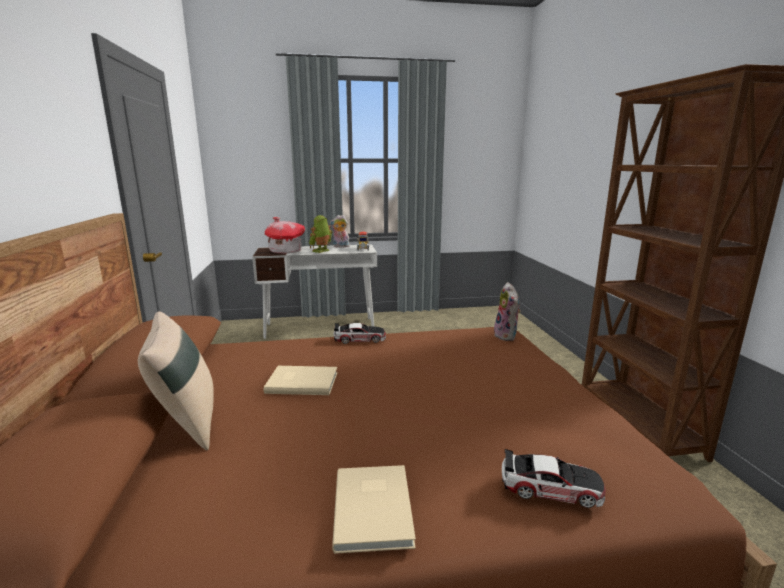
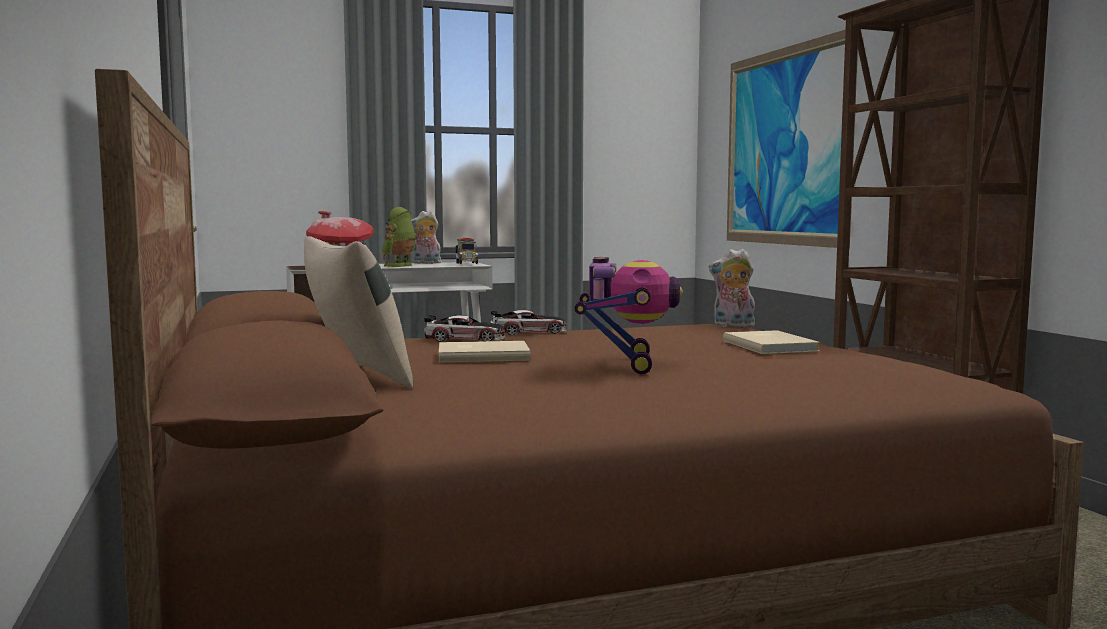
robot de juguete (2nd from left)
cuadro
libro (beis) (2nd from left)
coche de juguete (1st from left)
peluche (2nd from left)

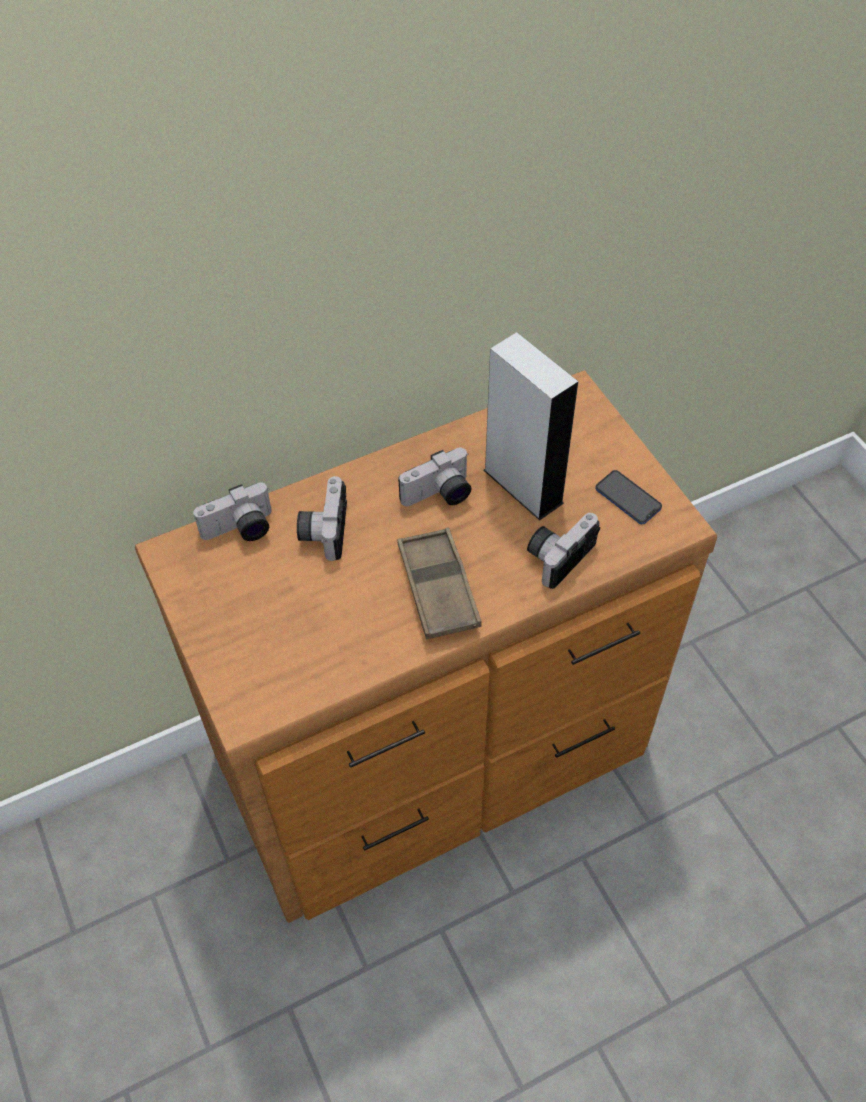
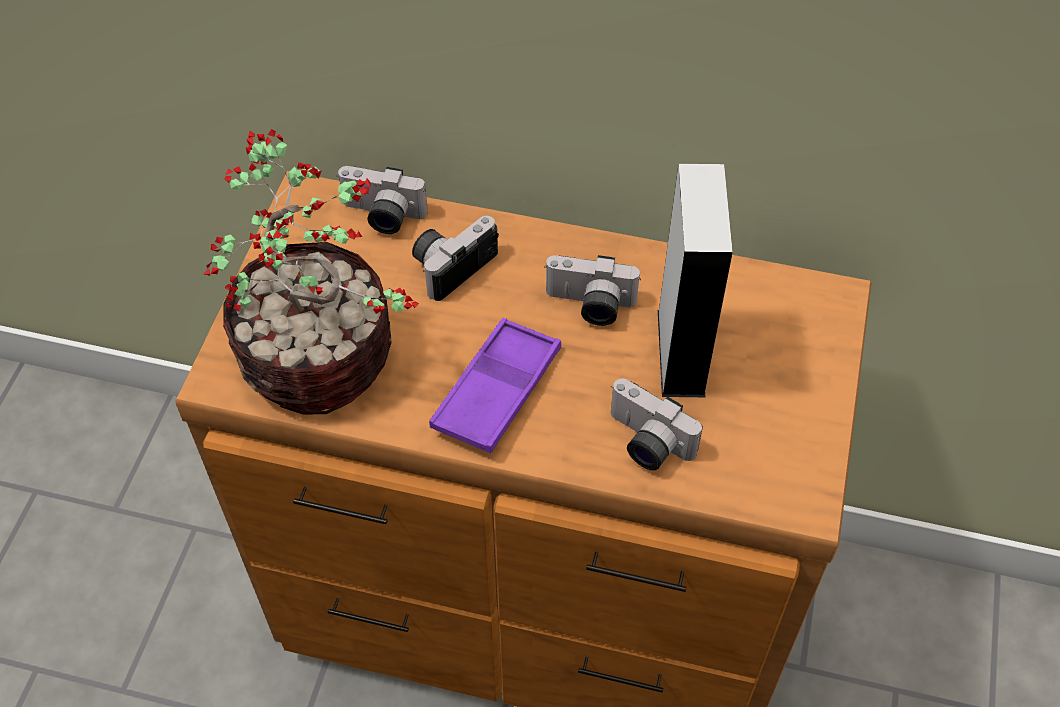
móvil
planta en maceta
bandeja (morado)
cámara (4th from left)

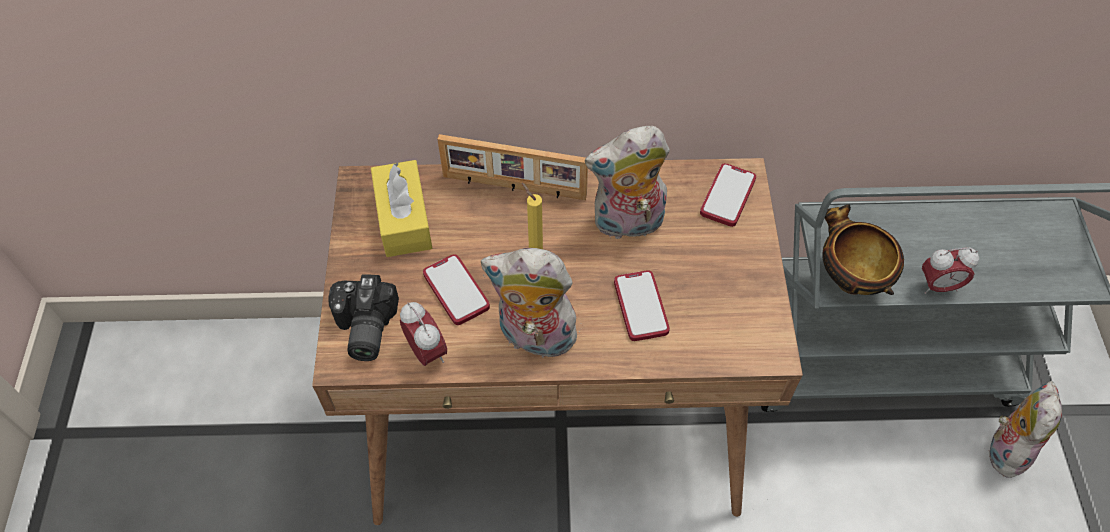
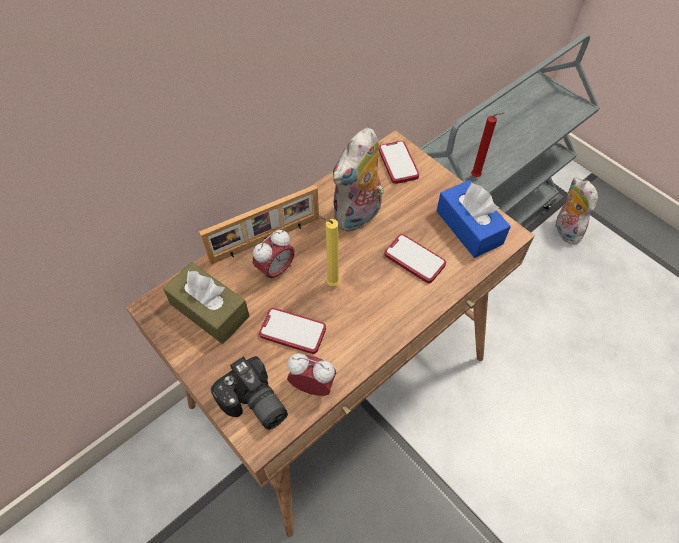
peluche (1st from left in the first image)
caja de pañuelos (azul)
despertador (1st from left)
vela (rojo)
caja de pañuelos (marrón)

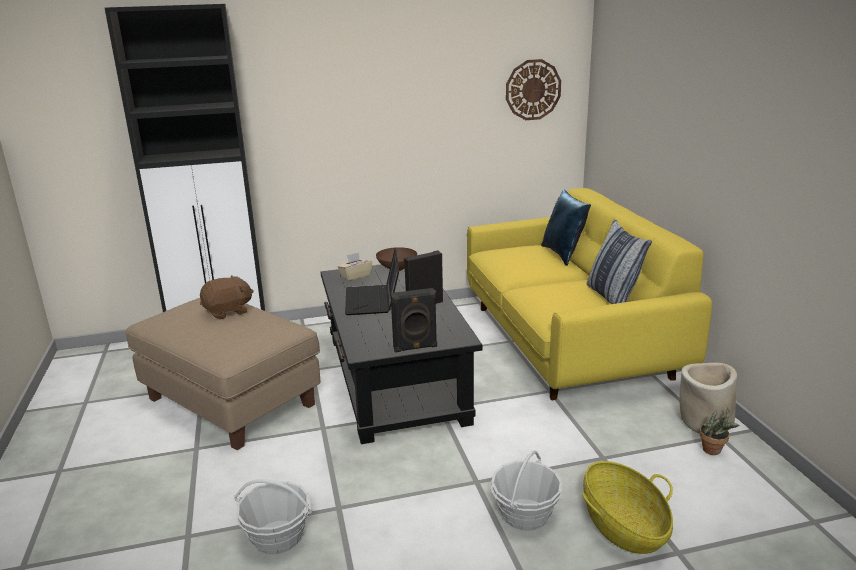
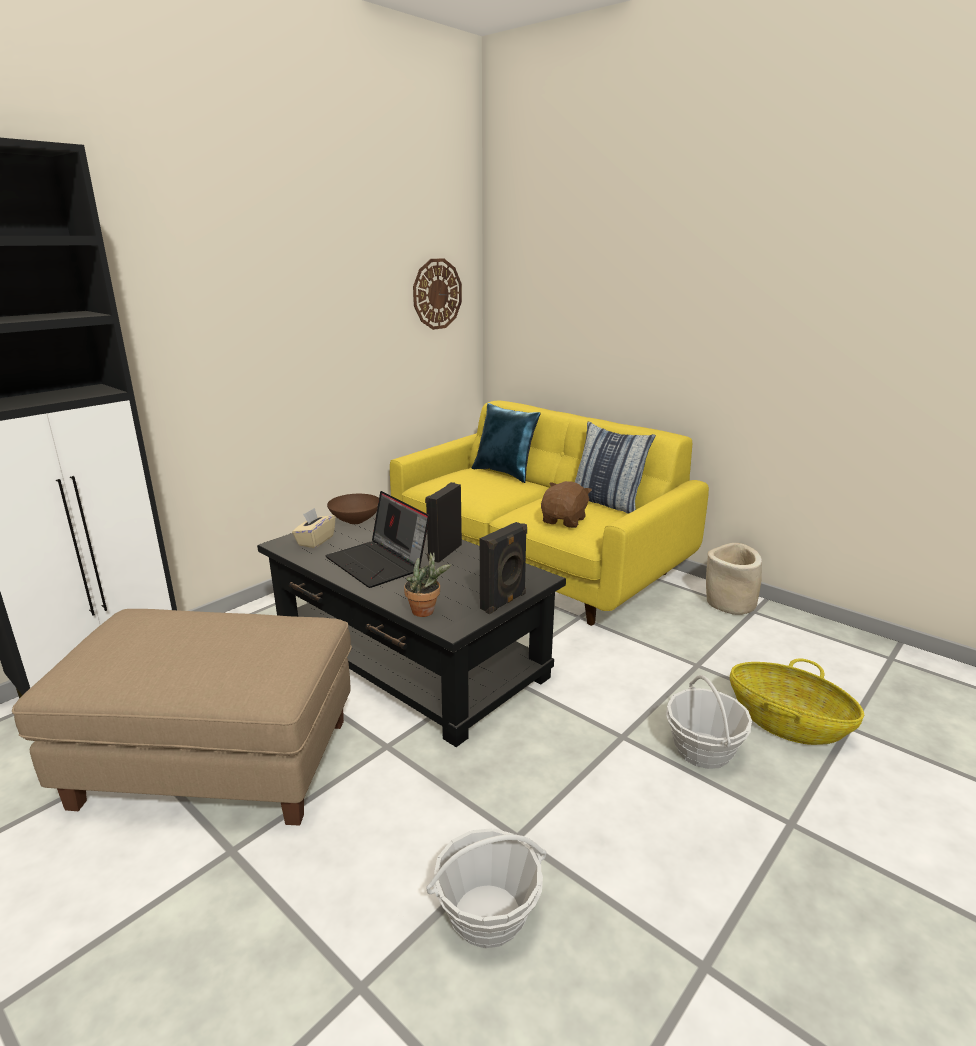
peluche (marrón)
planta en maceta

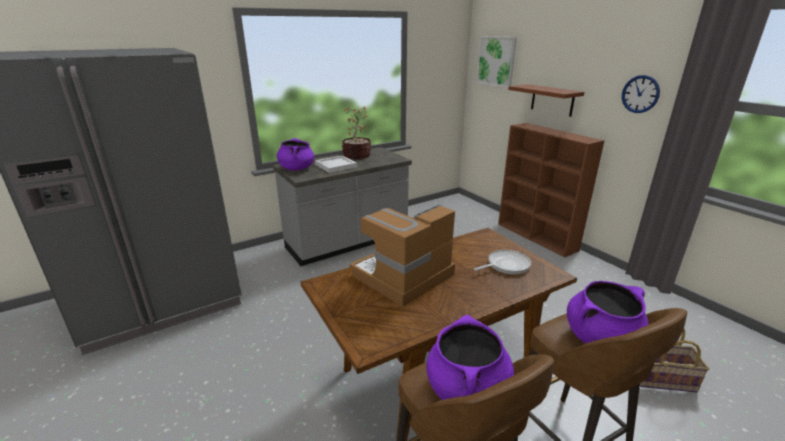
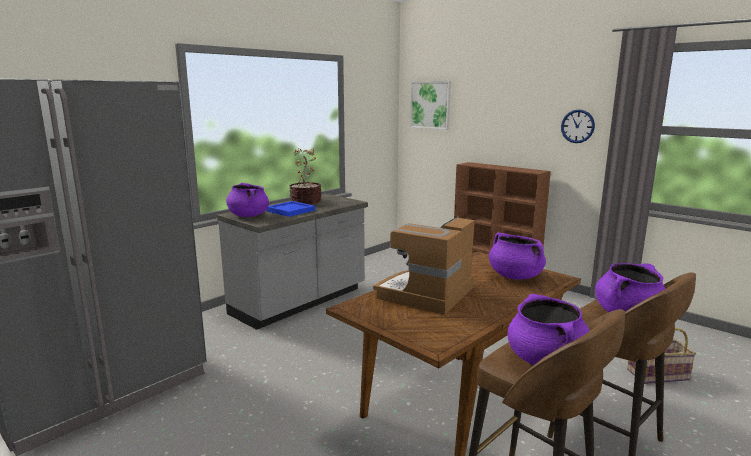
estante (marrón)
olla (morado) (2nd from left)
bandeja (azul)

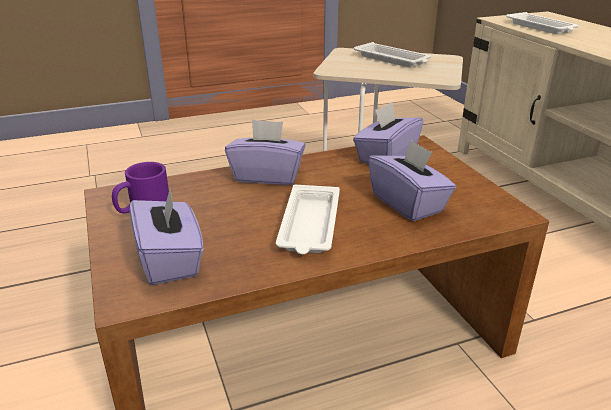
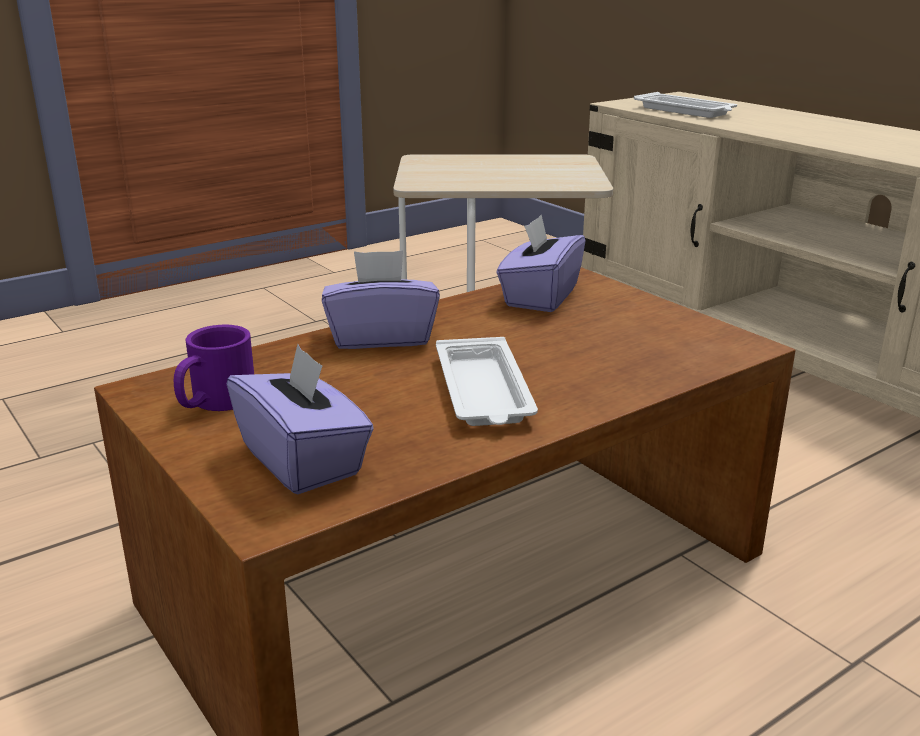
bandeja (blanco) (2nd from left in the first image)
caja de pañuelos (morado) (4th from left in the first image)

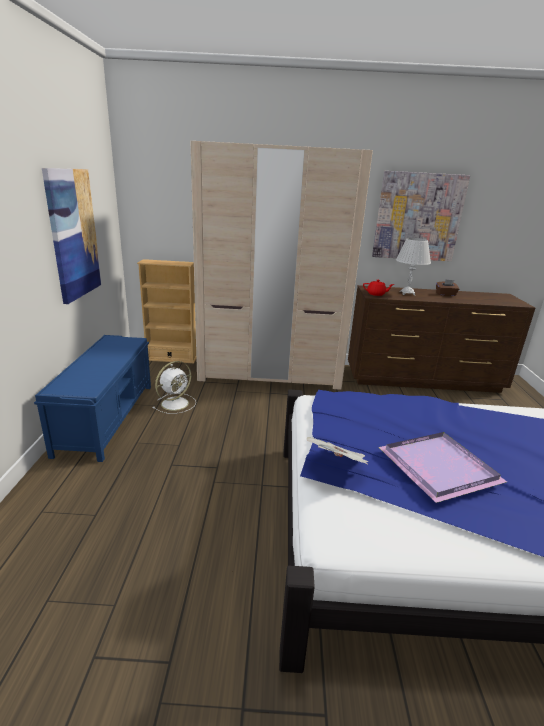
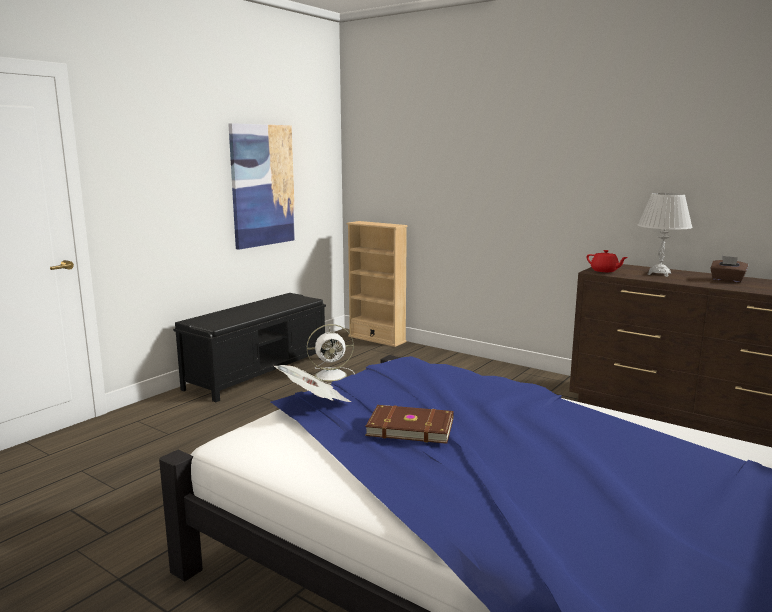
armario ropero (beis)
cuadro (2nd from left in the first image)
libro (marrón)
banco (negro)

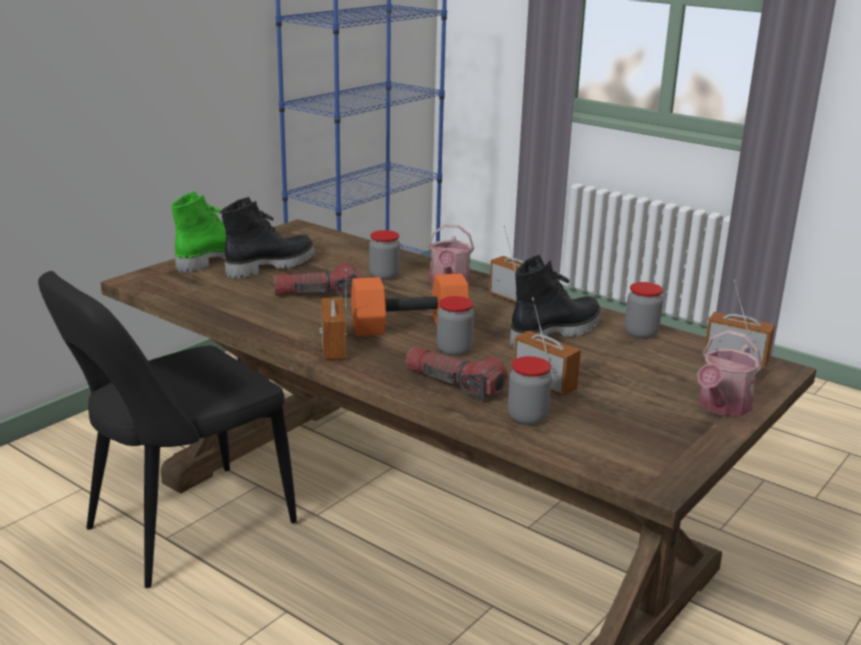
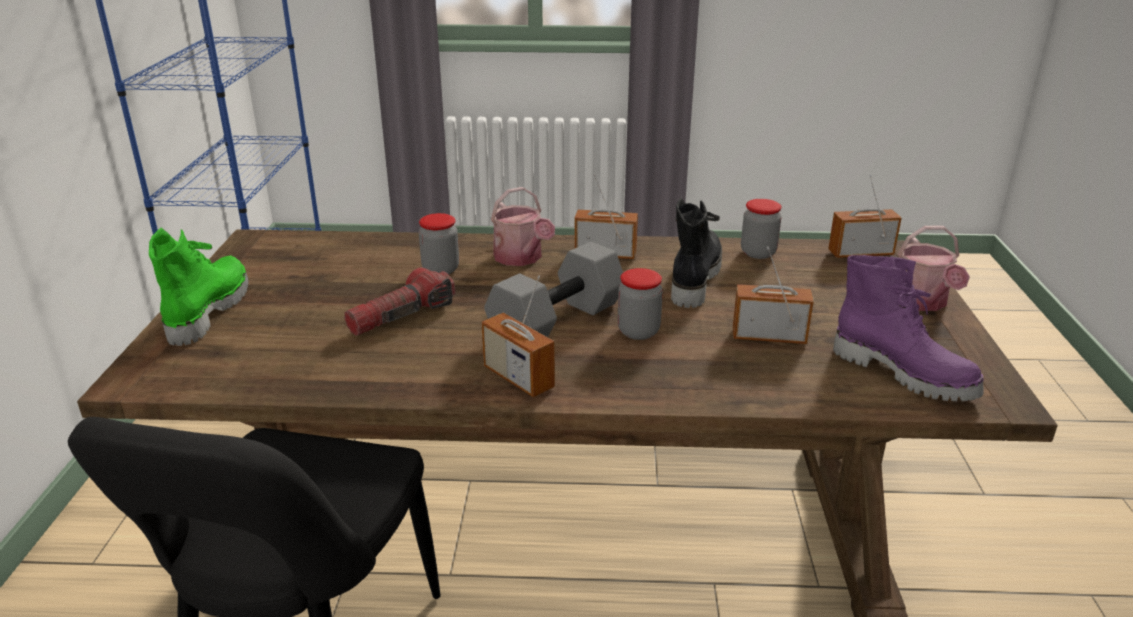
bota (negro) (1st from left in the first image)
linterna (2nd from left in the first image)
tarro (3rd from left in the first image)
bota (morado)
mancuerna (gris)

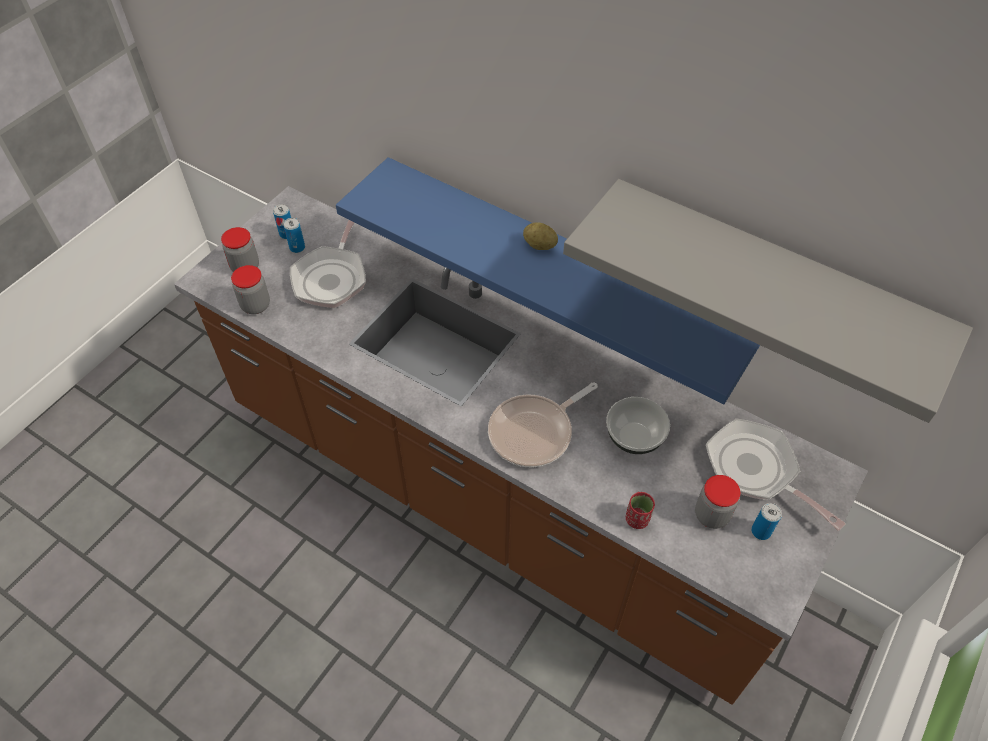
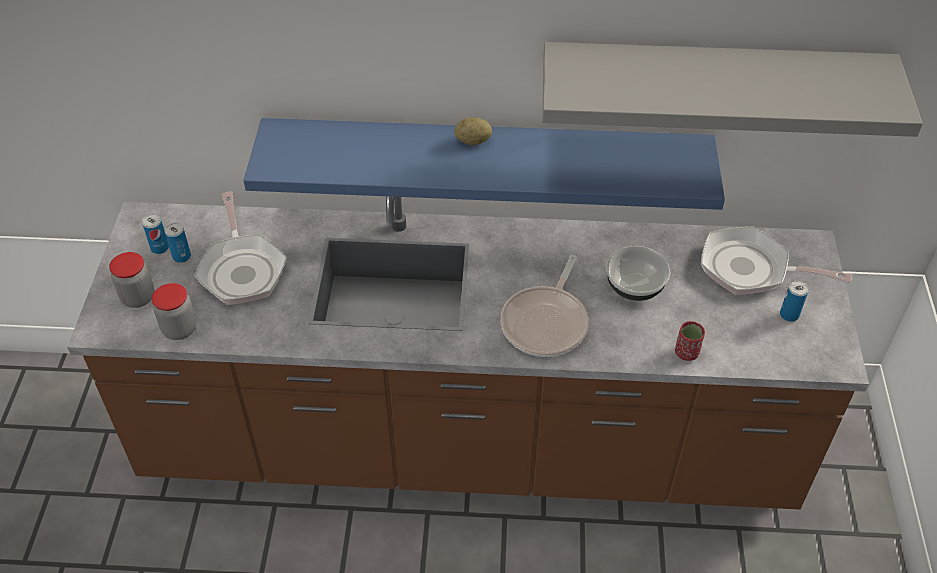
tarro (3rd from left in the first image)

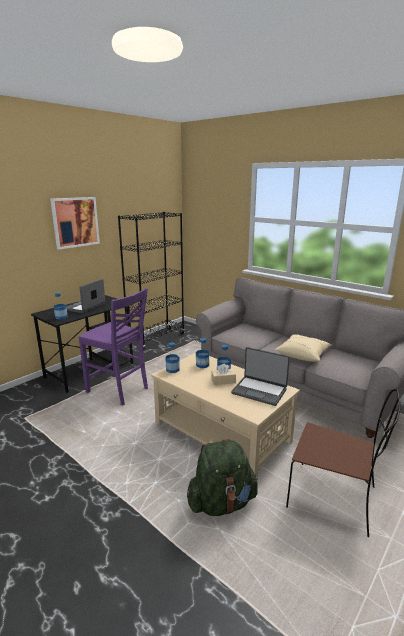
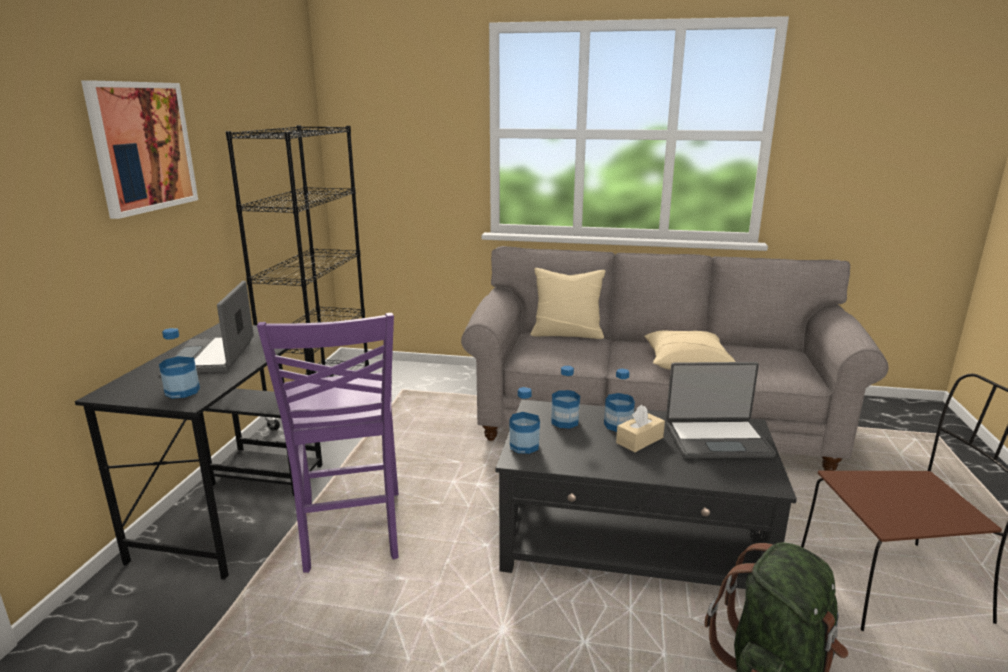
cojín (beis) (1st from left)
mesa de centro (negro)
silla (morado)

